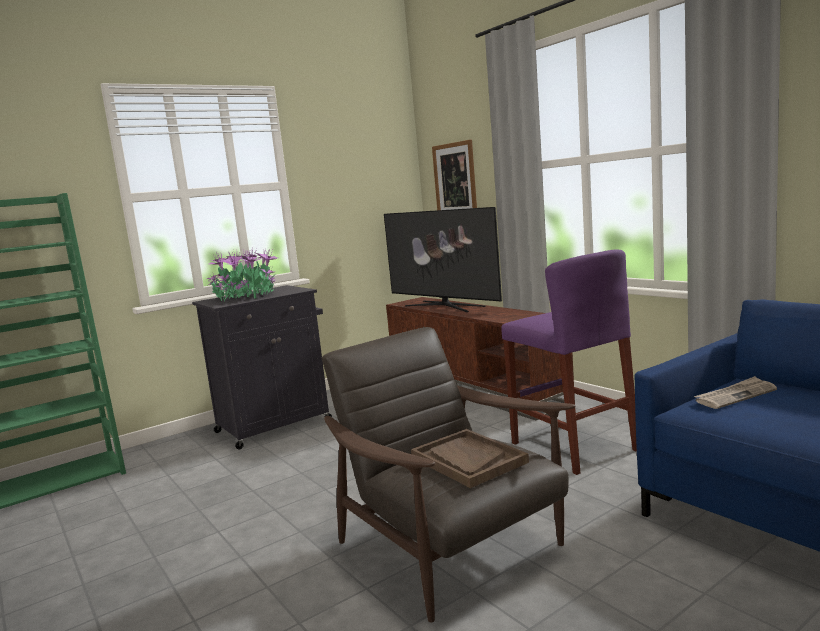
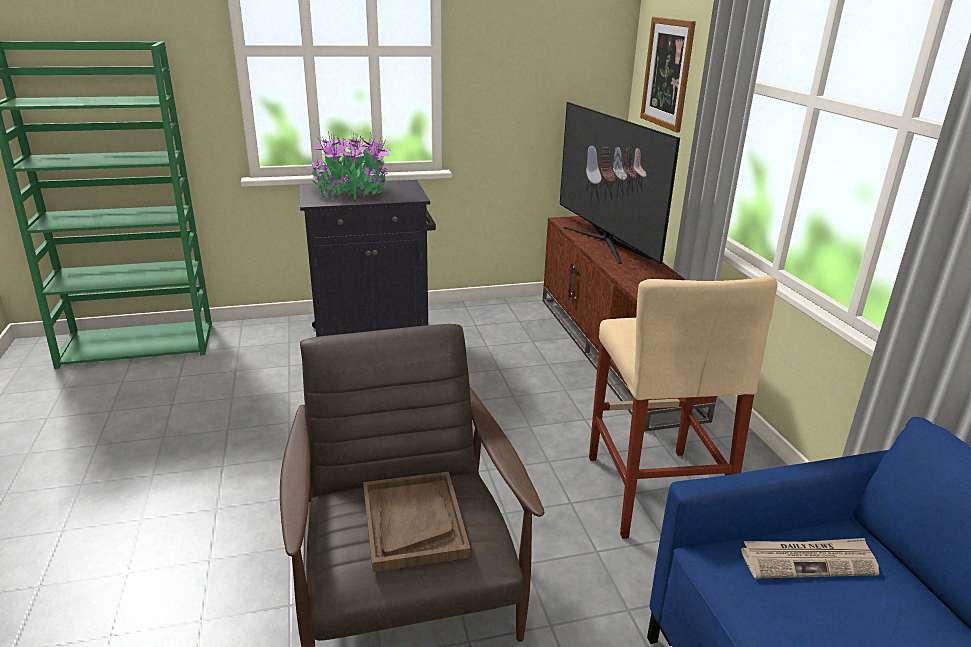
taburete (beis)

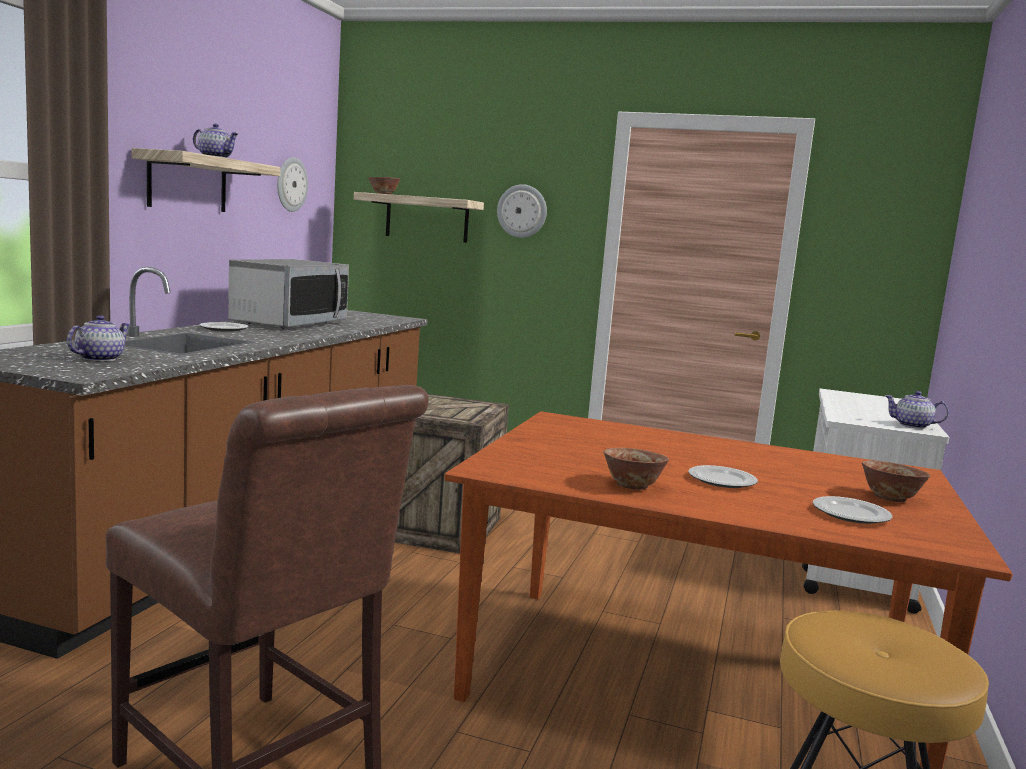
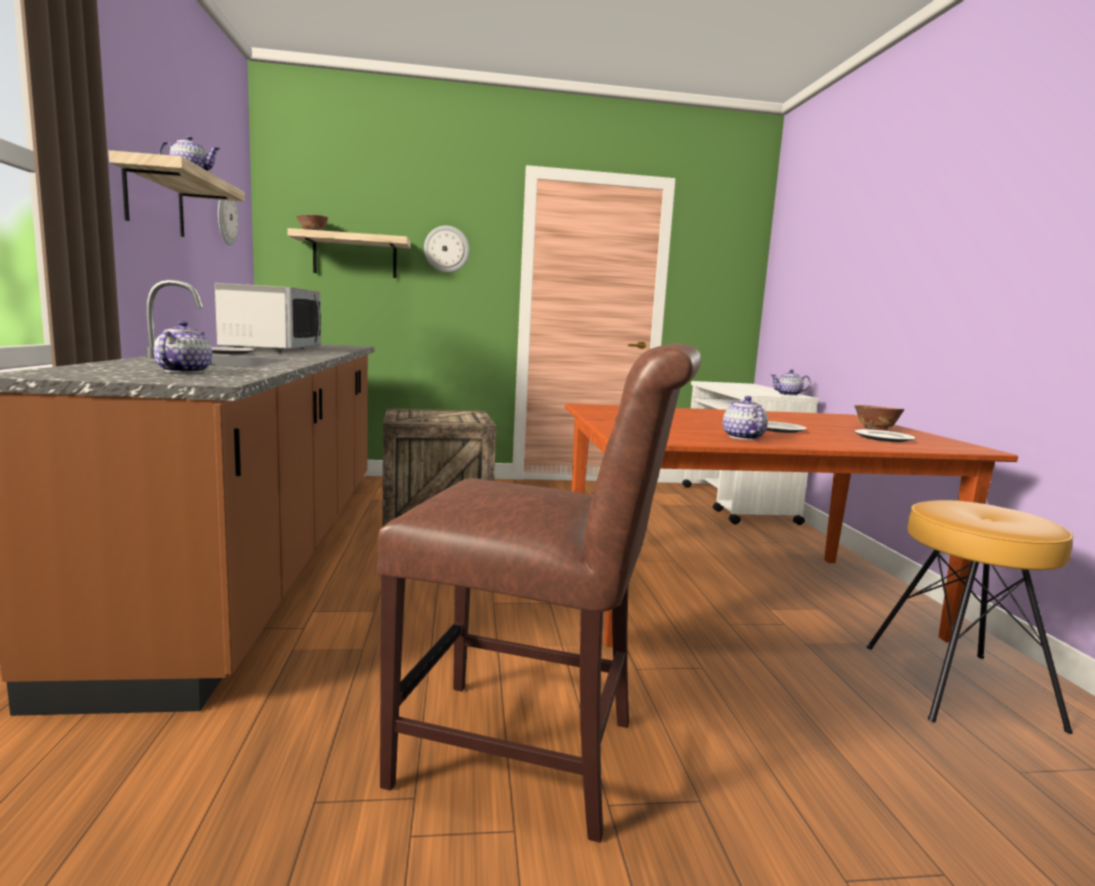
tetera (3rd from left)

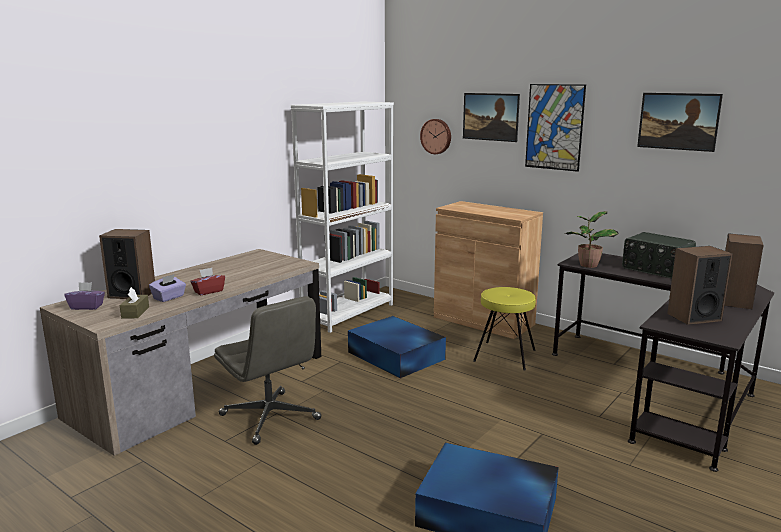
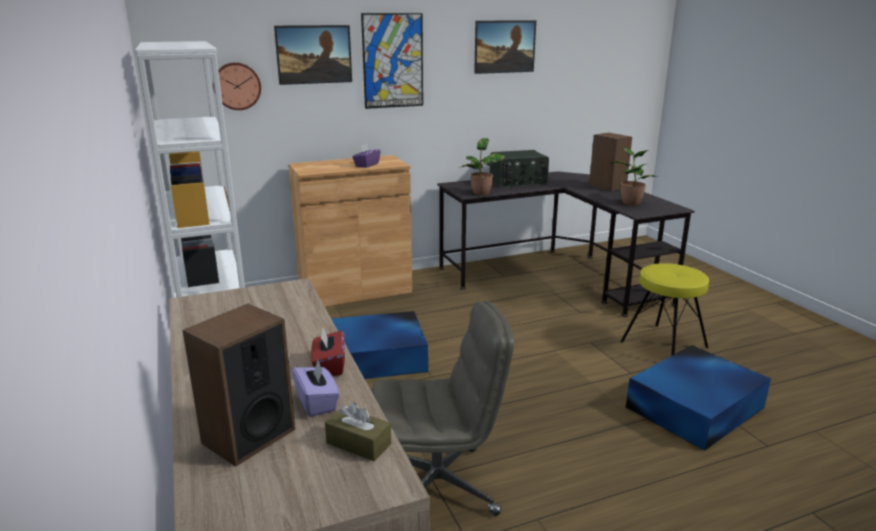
caja de pañuelos (morado) (2nd from left)
taburete (amarillo)
planta en maceta (2nd from left)

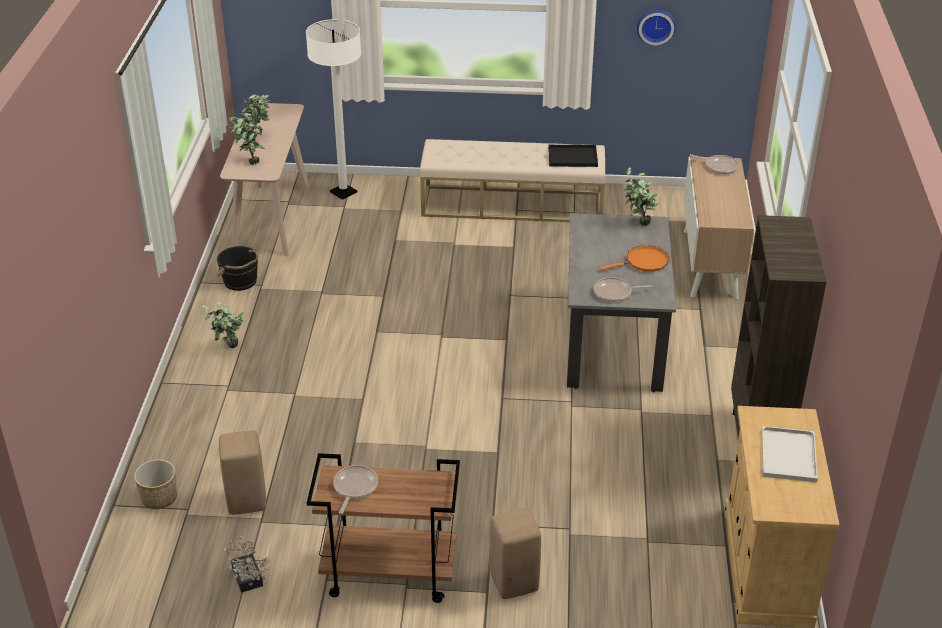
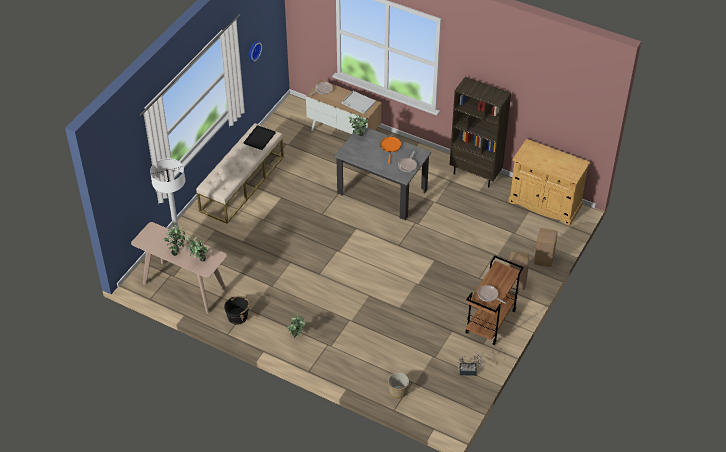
taburete (beis) (2nd from left)
bandeja (blanco)

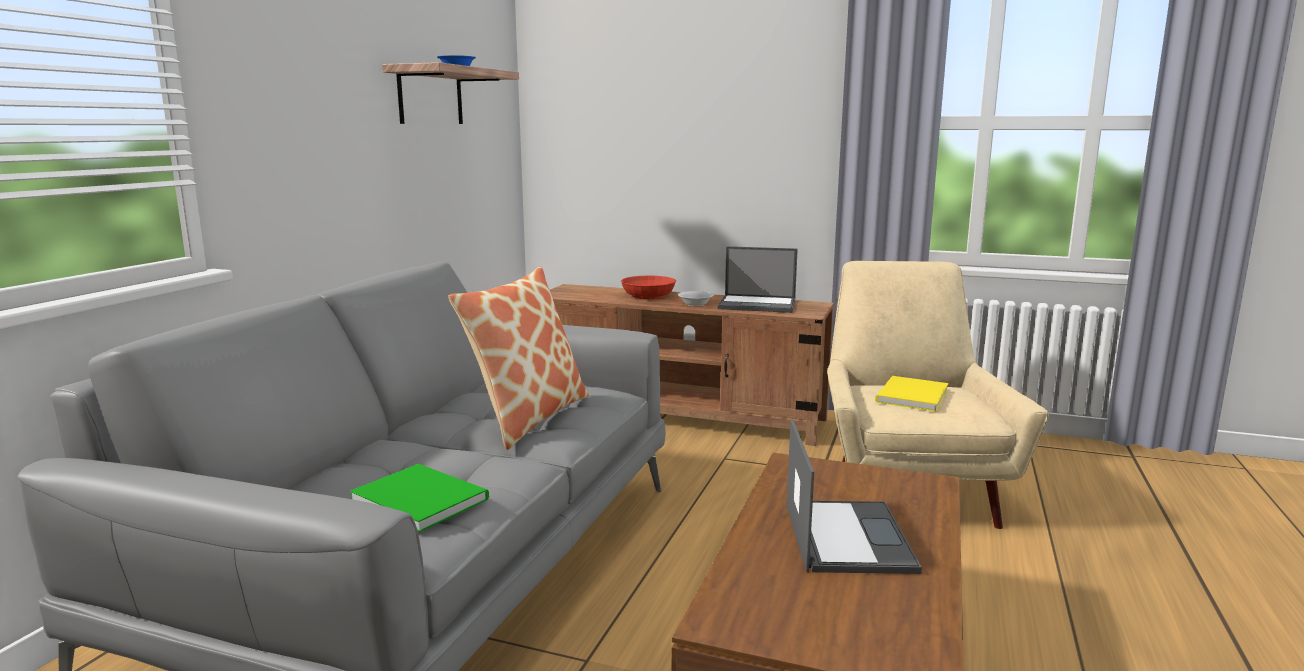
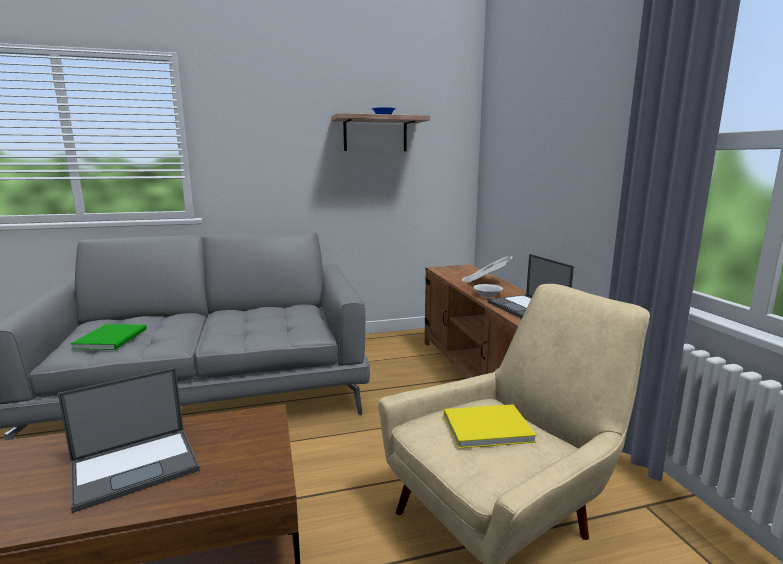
cojín
periódico

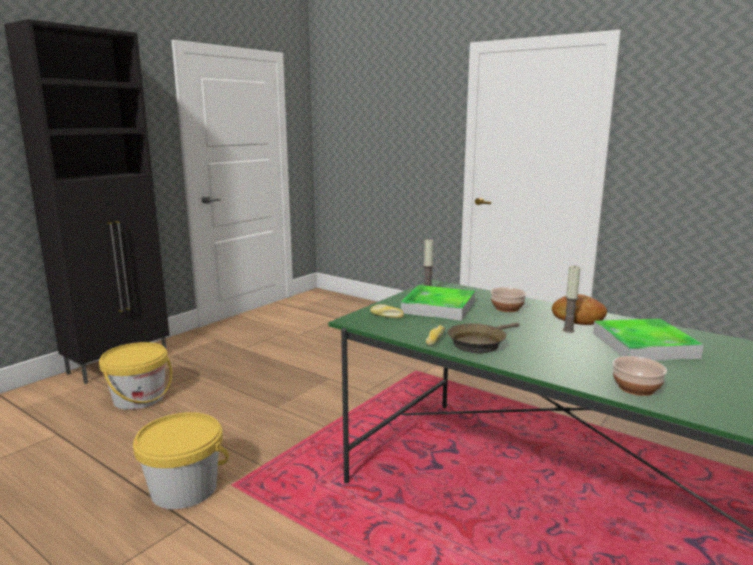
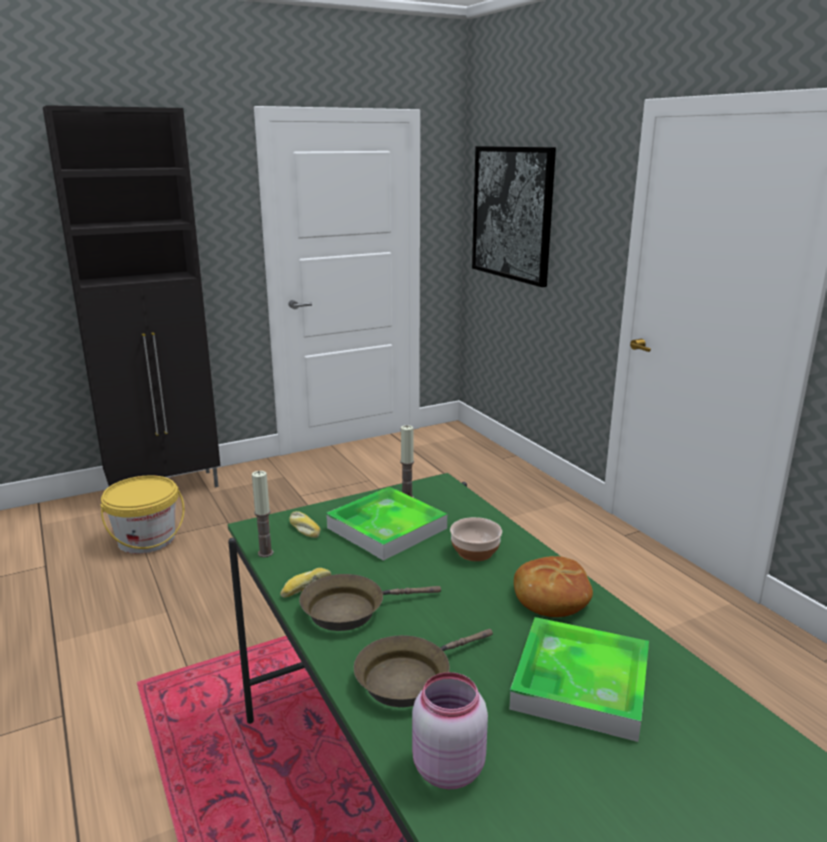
cubo (amarillo) (2nd from left in the first image)
sartén (marrón) (2nd from left)
cuadro
vela (1st from left)
tarro (rosa)

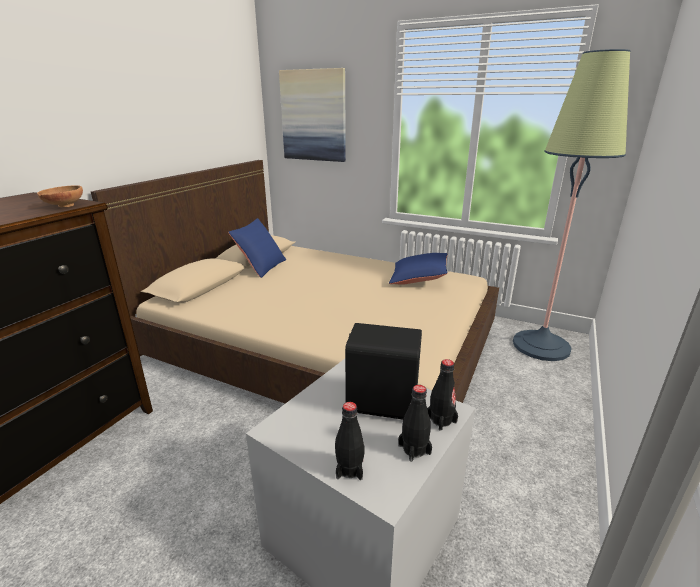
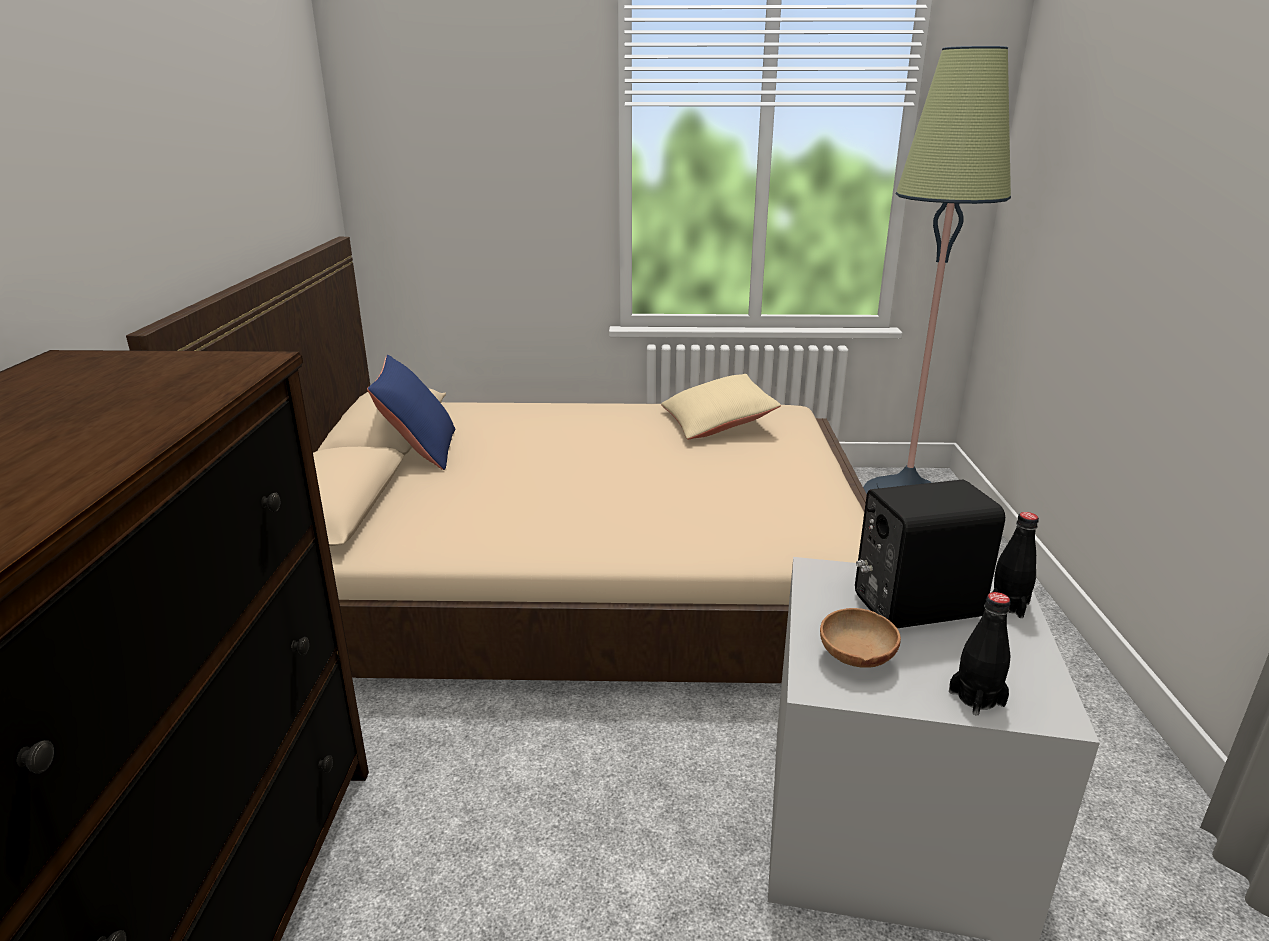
cuadro
botella (negro) (2nd from left in the first image)
cuenco (marrón)
cojín (beis)

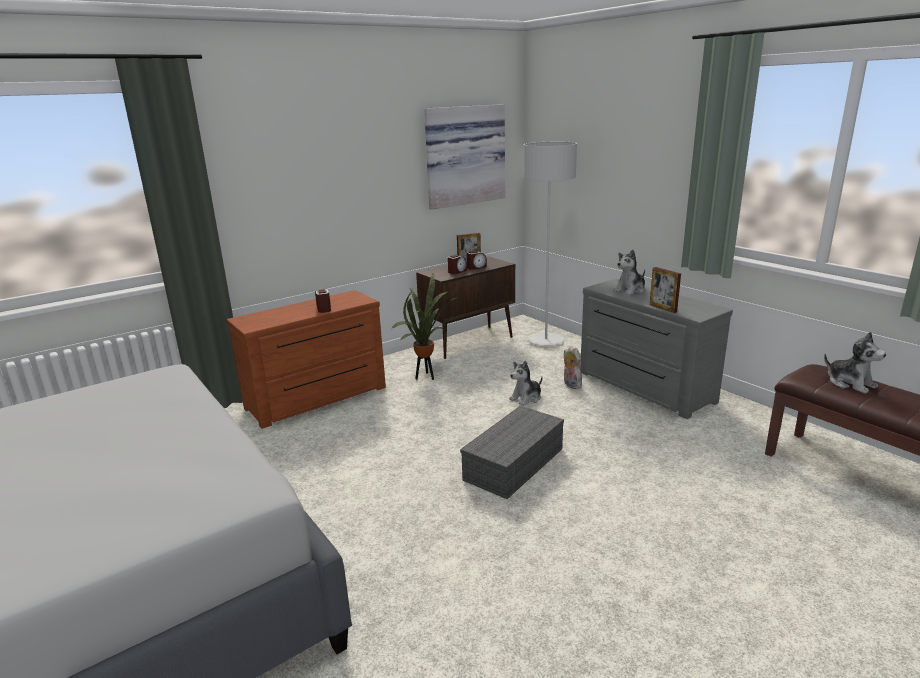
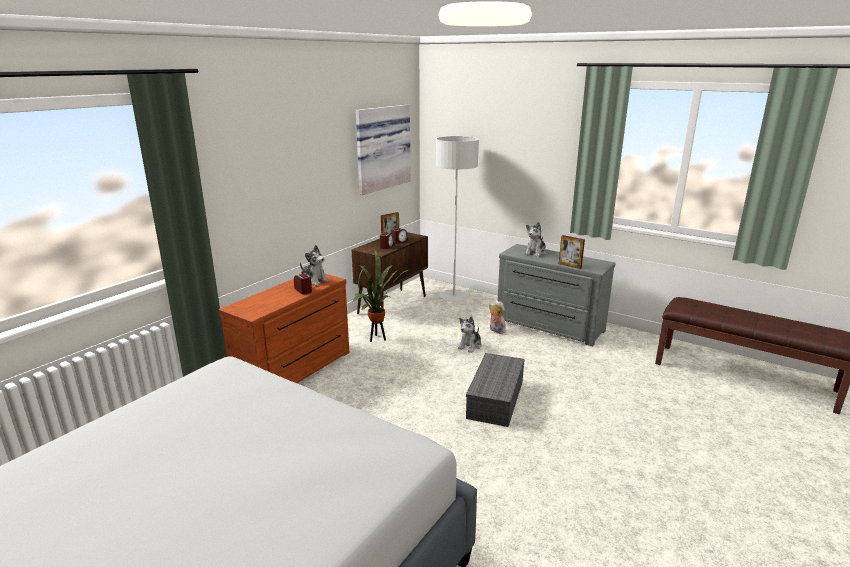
peluche (1st from left)

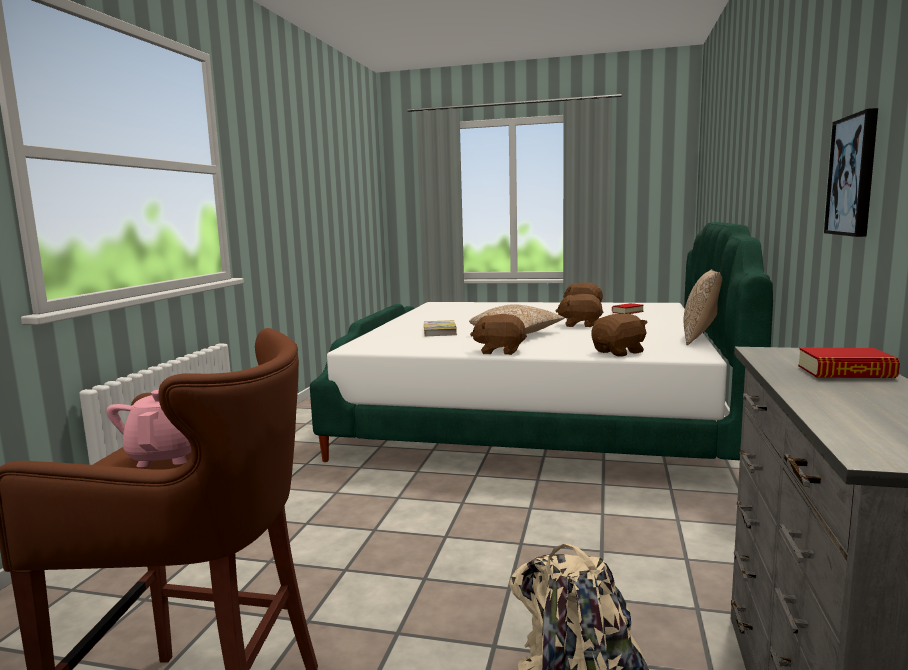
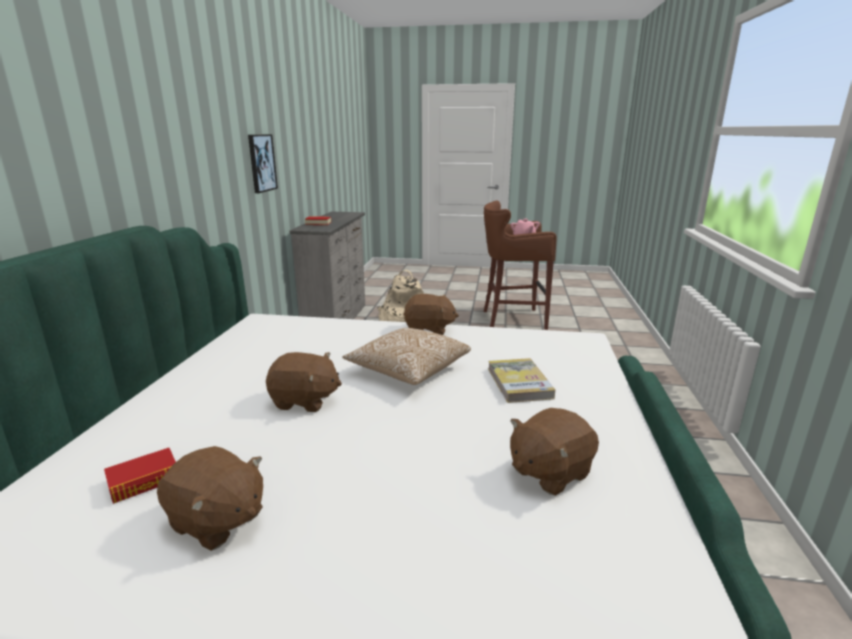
cojín (2nd from left in the first image)
peluche (marrón) (4th from left)

